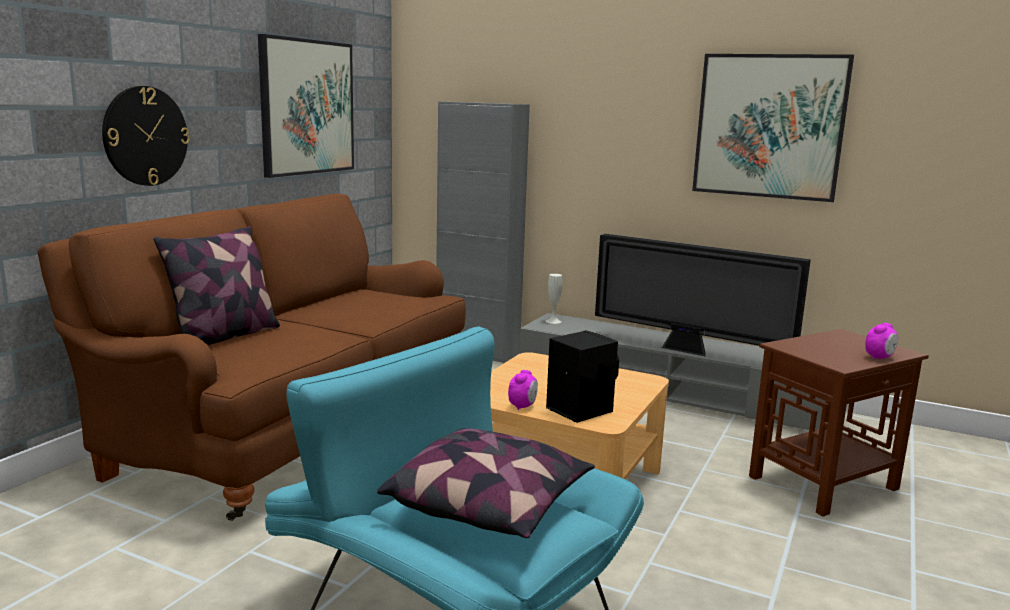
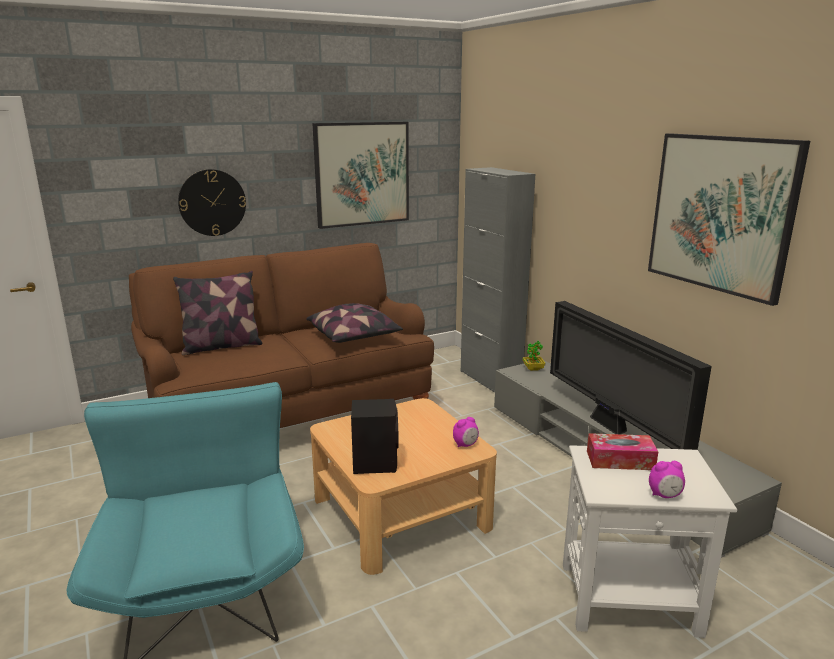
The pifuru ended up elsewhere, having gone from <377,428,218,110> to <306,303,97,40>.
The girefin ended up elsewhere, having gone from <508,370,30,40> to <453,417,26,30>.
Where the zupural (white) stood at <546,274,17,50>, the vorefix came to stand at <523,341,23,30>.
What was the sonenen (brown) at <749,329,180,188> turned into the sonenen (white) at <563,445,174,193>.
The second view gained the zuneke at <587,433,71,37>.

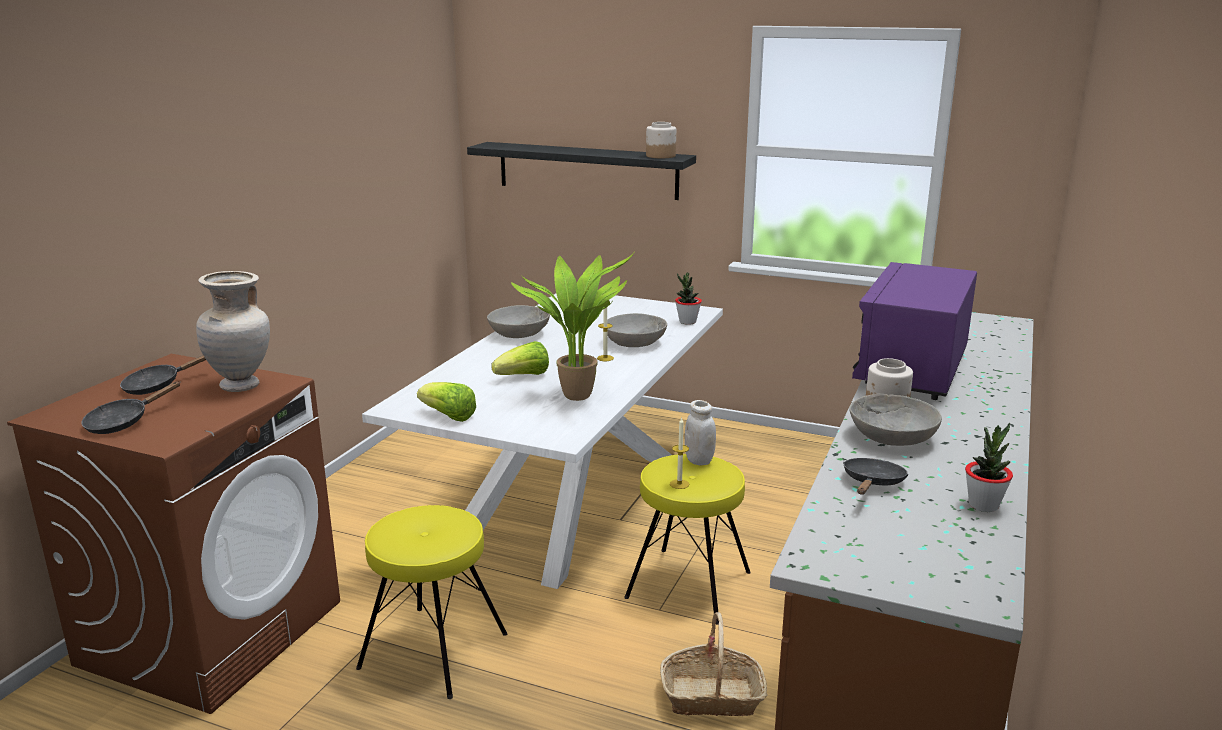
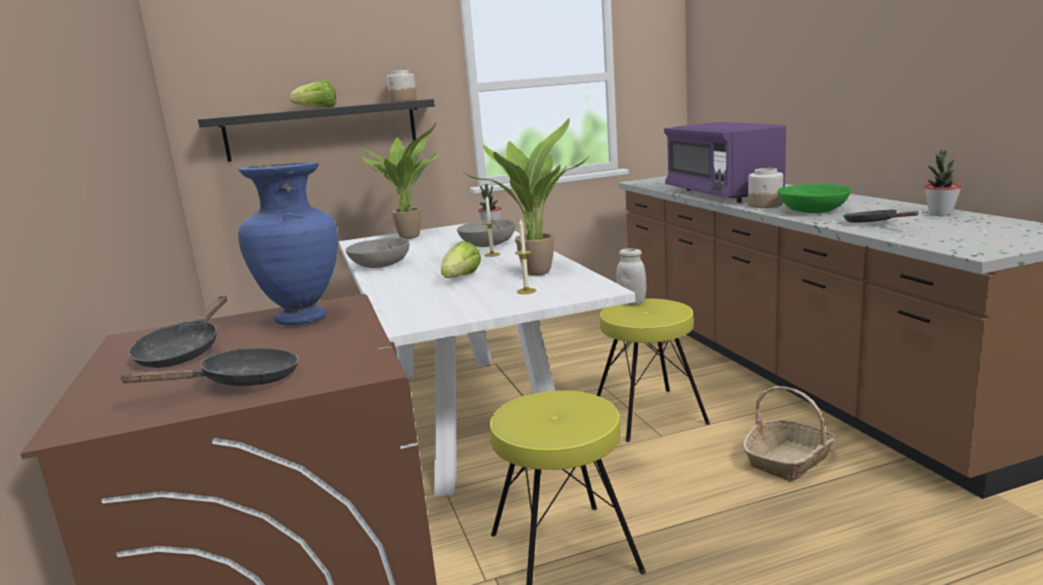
The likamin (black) at <81,381,99,53> ended up facing another way, 120 degrees counterclockwise from before.
What was the zupural (beige) at <196,271,74,121> turned into the zupural (blue) at <238,162,100,163>.
The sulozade ended up elsewhere, having gone from <417,382,59,40> to <290,80,46,28>.
The second view gained the vorefix at <357,122,84,117>.
The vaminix ended up elsewhere, having gone from <670,417,19,72> to <515,219,21,75>.
What was the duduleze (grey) at <849,393,93,53> turned into the duduleze (green) at <778,184,73,29>.

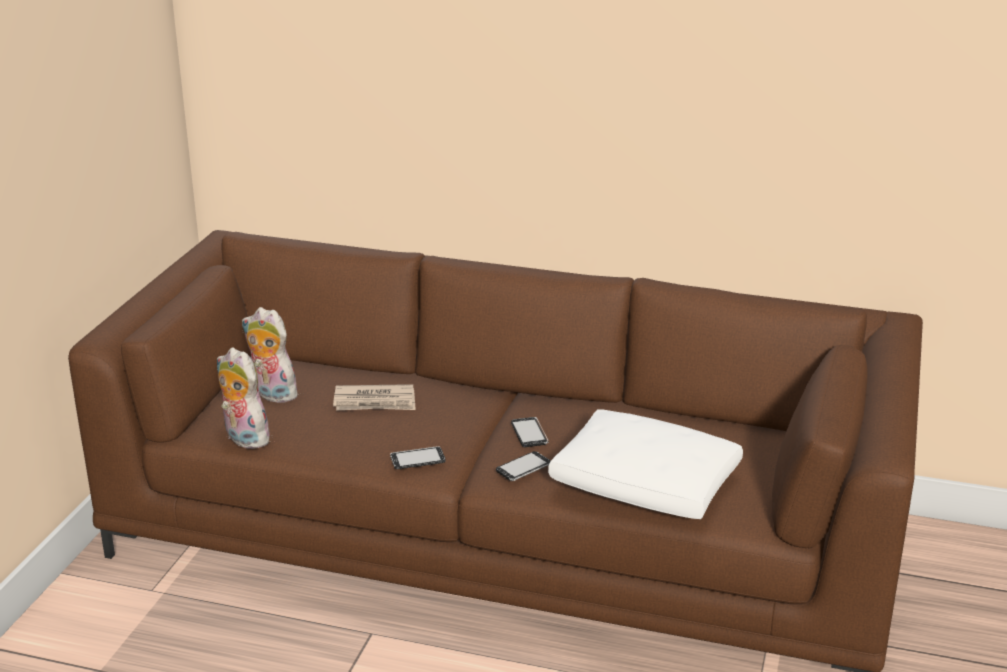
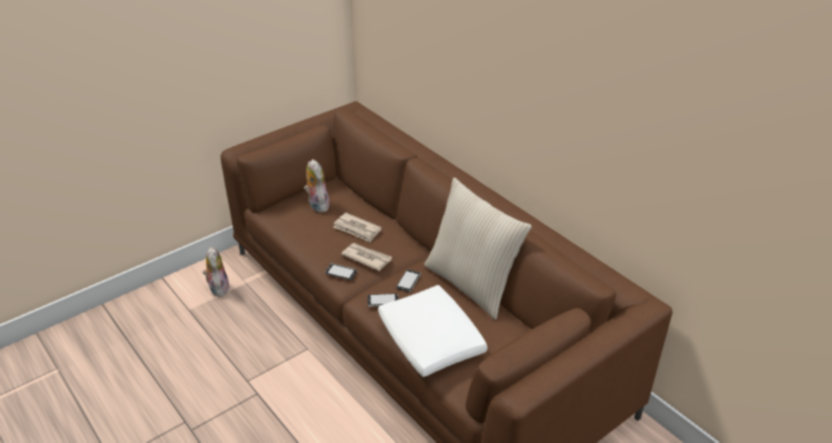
The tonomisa ended up elsewhere, having gone from <217,347,54,102> to <203,247,26,50>.
The second view gained the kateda at <341,243,51,28>.
The second view gained the pifuru (beige) at <424,178,108,142>.

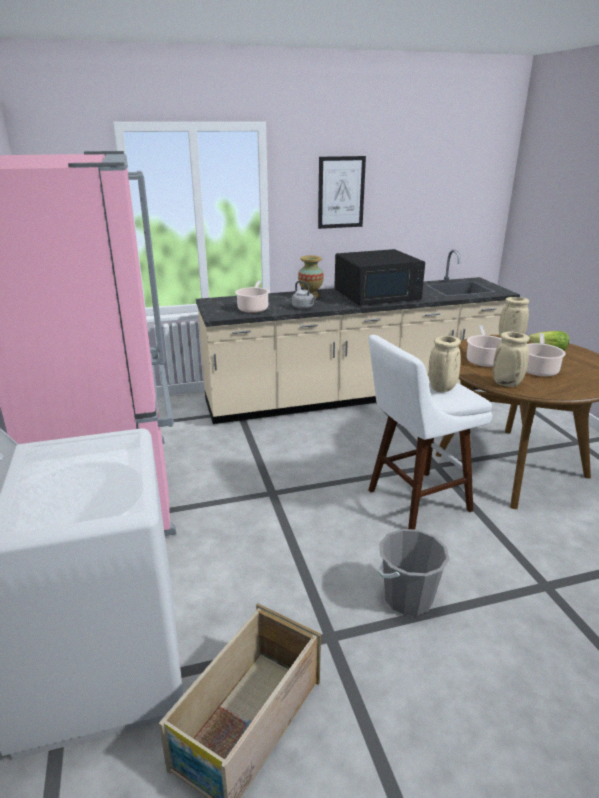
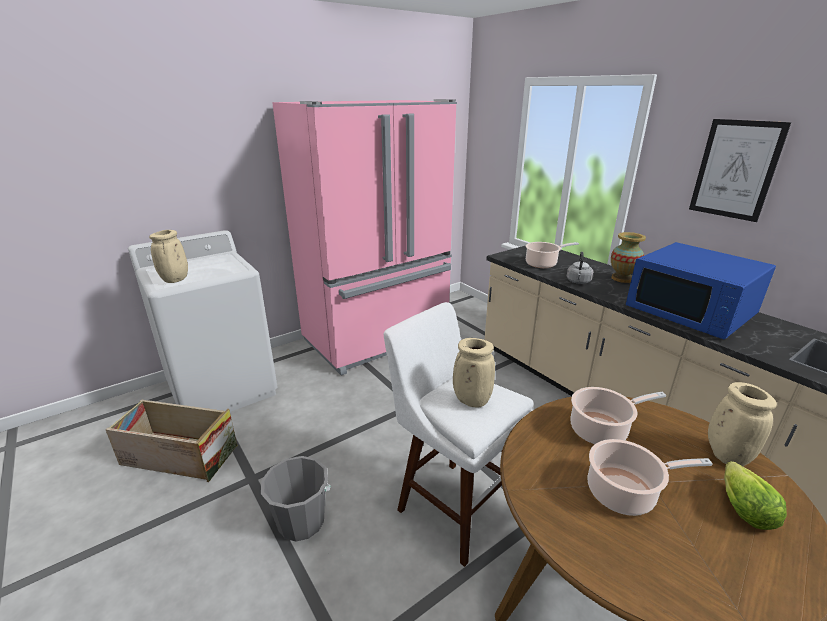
The zupural (beige) ended up elsewhere, having gone from <493,331,37,56> to <149,230,39,53>.
What was the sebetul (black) at <334,249,91,57> turned into the sebetul (blue) at <626,242,150,97>.

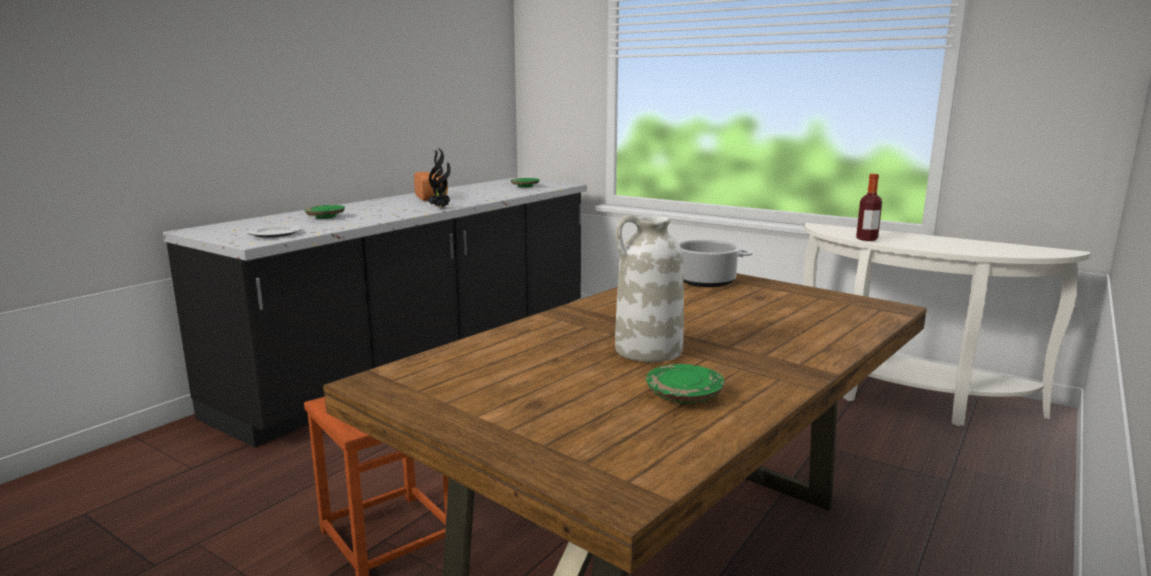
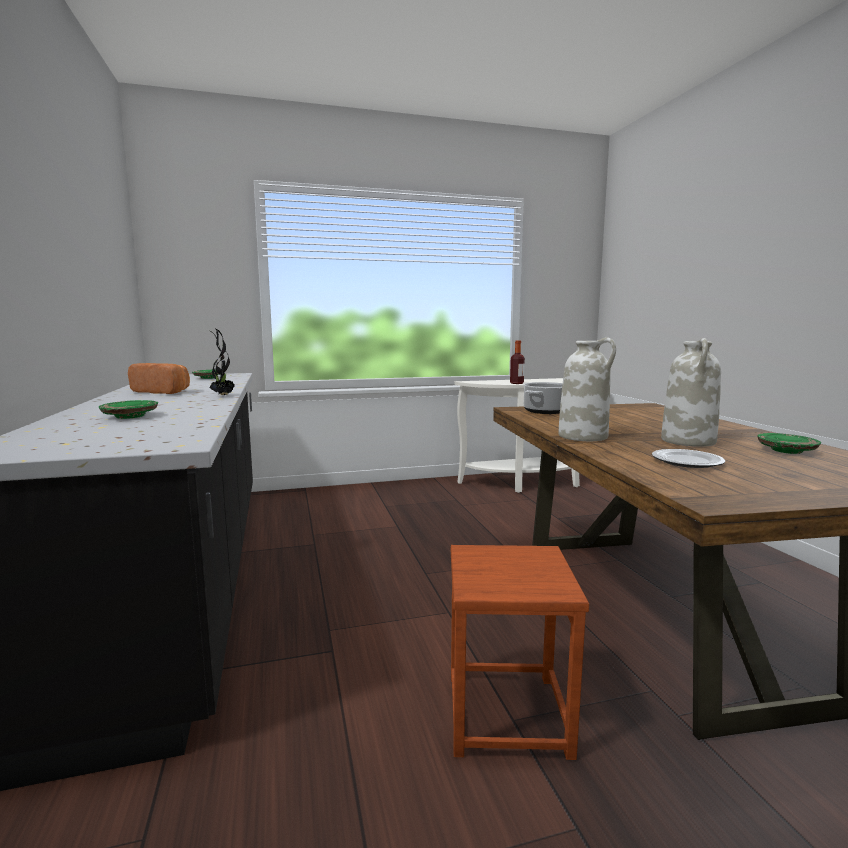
The second view gained the zupural (white) at <558,337,58,104>.
The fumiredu ended up elsewhere, having gone from <247,225,54,13> to <652,449,73,19>.

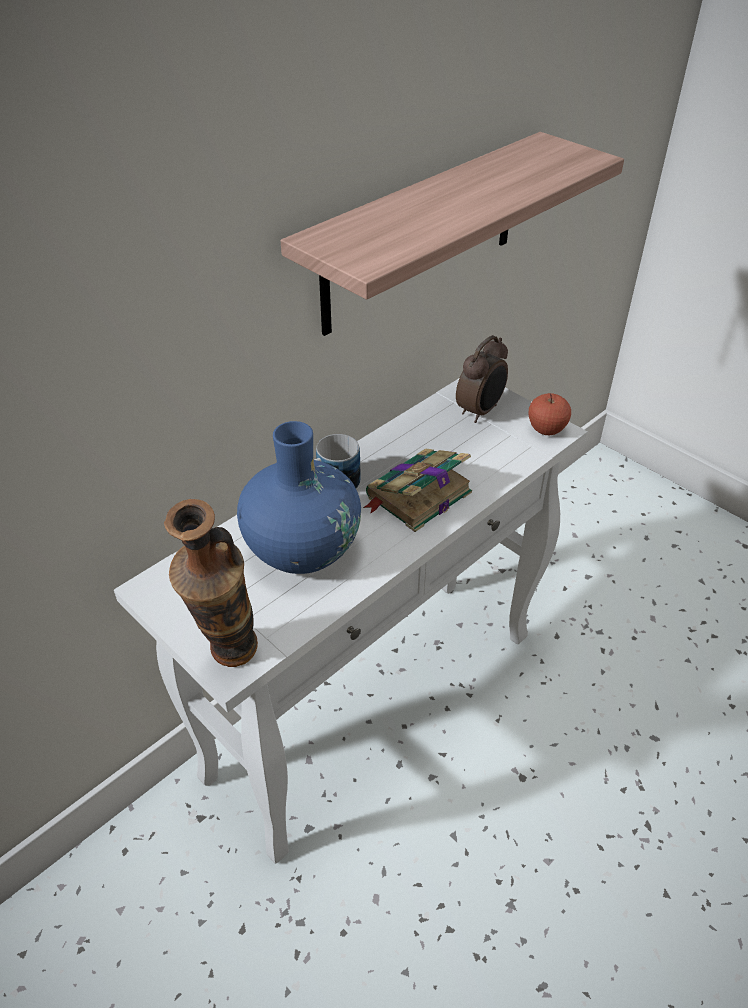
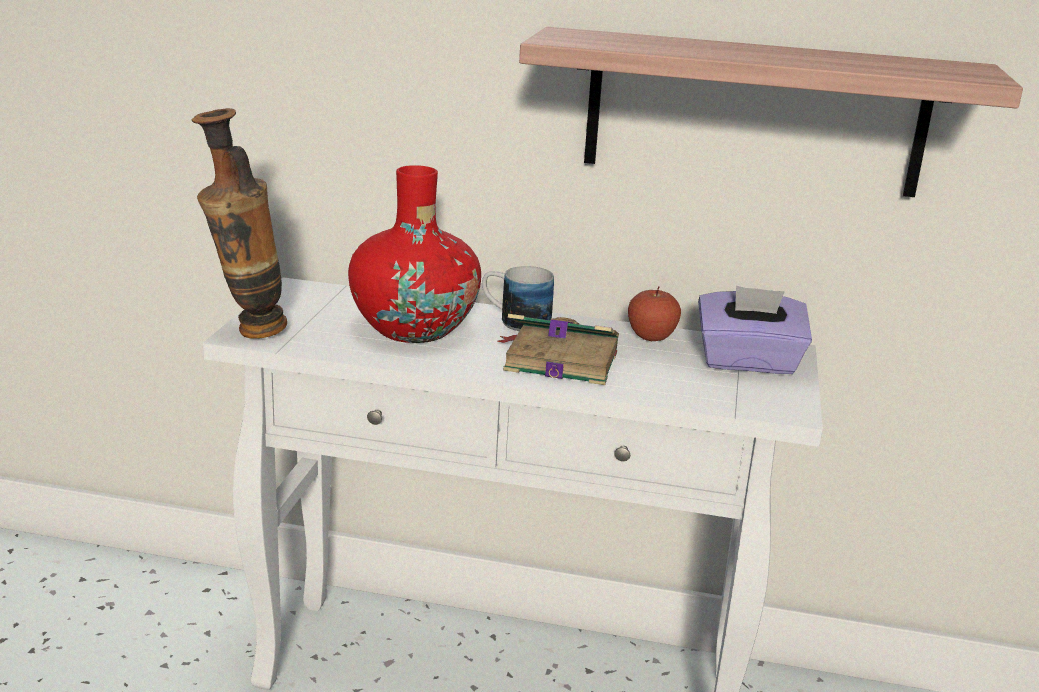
What was the zupural (blue) at <237,421,124,153> turned into the zupural (red) at <348,165,133,178>.
The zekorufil ended up elsewhere, having gone from <529,393,42,42> to <628,286,53,55>.
Where the girefin stood at <456,335,52,88>, the zuneke (purple) came to stand at <698,286,114,88>.

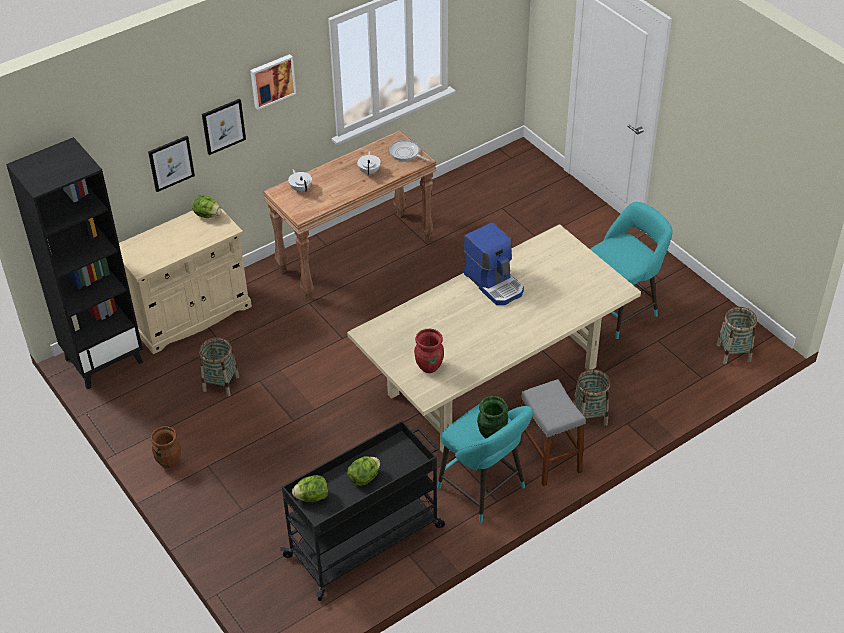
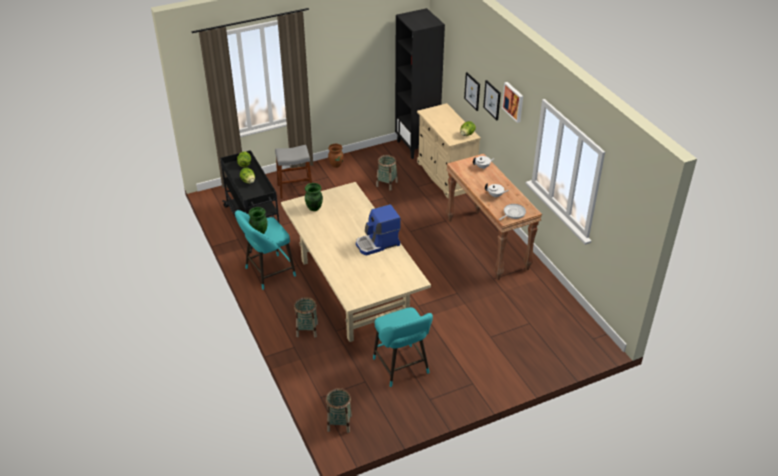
The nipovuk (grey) ended up elsewhere, having gone from <517,379,69,107> to <275,145,37,54>.
What was the zupural (red) at <414,328,30,45> turned into the zupural (green) at <305,183,18,28>.

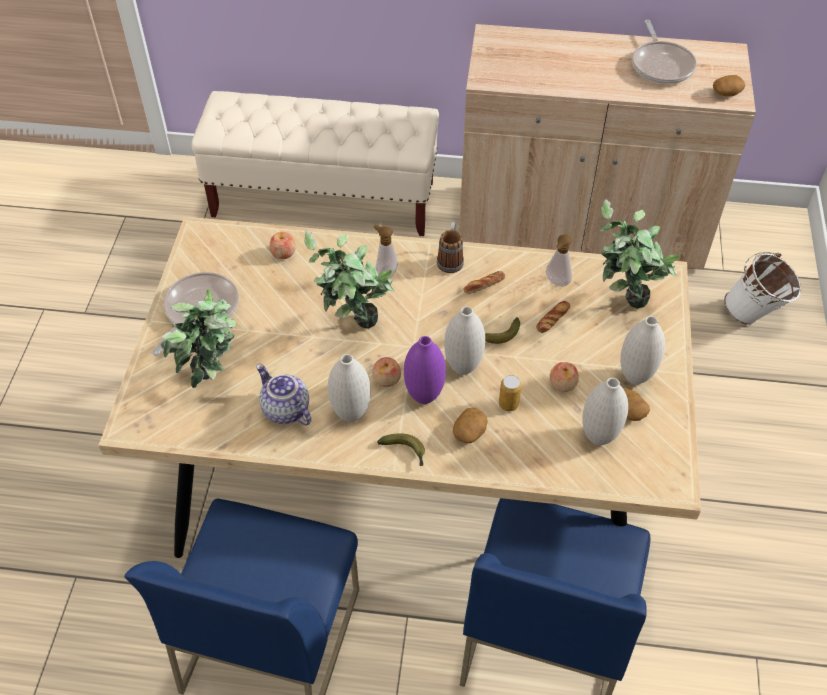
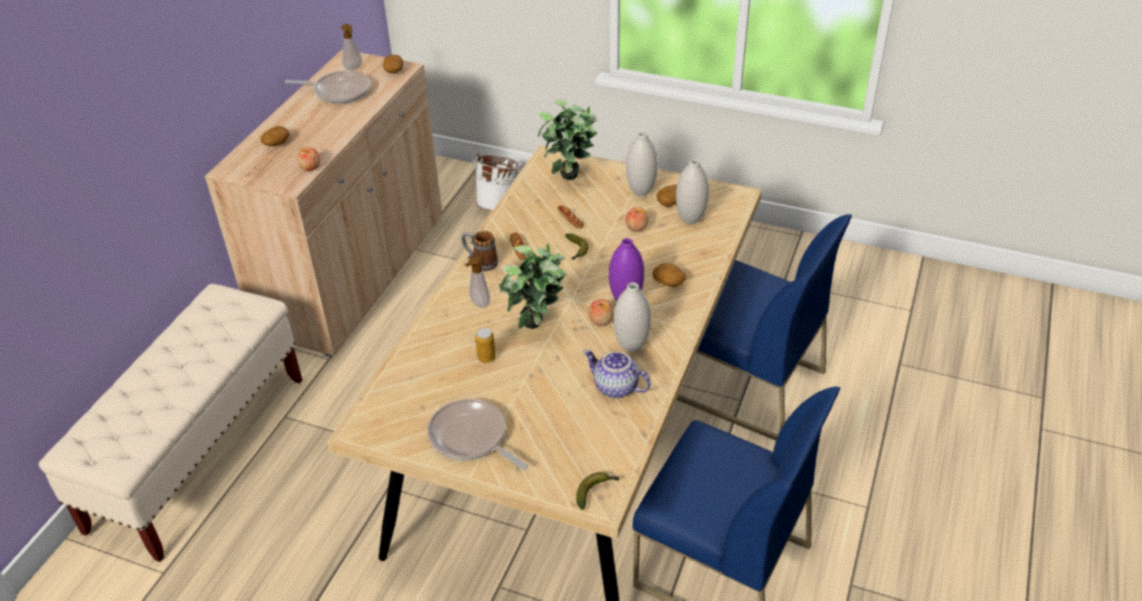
The second view gained the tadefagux at <261,126,29,20>.
The zekorufil ended up elsewhere, having gone from <269,232,27,27> to <297,147,23,24>.
The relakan ended up elsewhere, having gone from <546,235,26,52> to <341,24,21,46>.
The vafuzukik ended up elsewhere, having gone from <499,375,23,36> to <475,328,21,35>.
The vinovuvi ended up elsewhere, having gone from <377,433,48,33> to <576,472,44,38>.
The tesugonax at <256,364,55,62> ended up facing another way, 60 degrees clockwise from before.
The second view lost the vorefix at <160,288,77,100>.
The second view lost the zupural (white) at <444,306,41,69>.

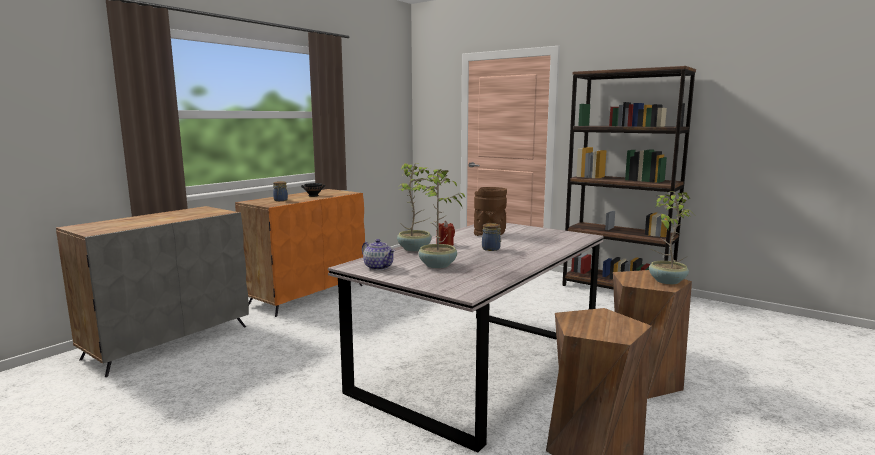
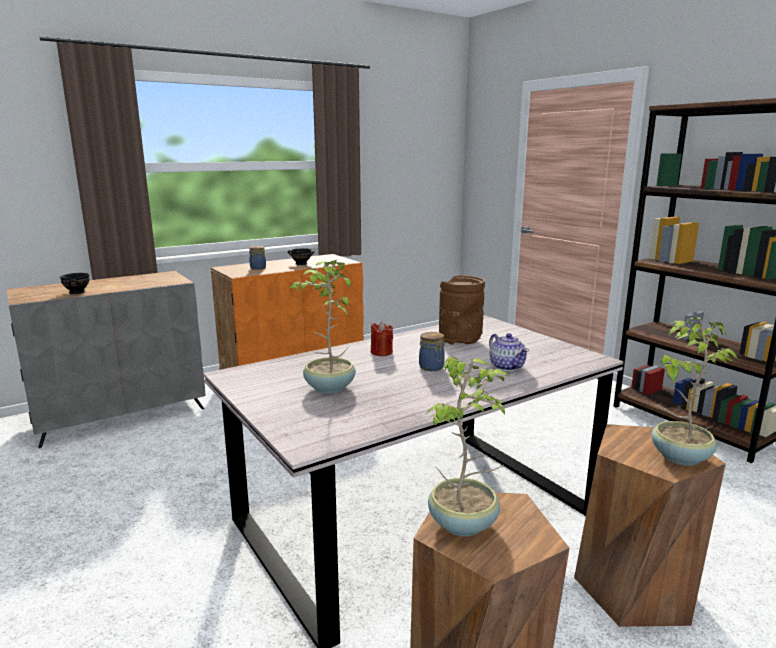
The second view gained the duduleze (black) at <60,273,30,21>.
The vorefix ended up elsewhere, having gone from <397,163,35,88> to <427,356,83,181>.
The tesugonax ended up elsewhere, having gone from <362,239,33,31> to <489,333,40,38>.

